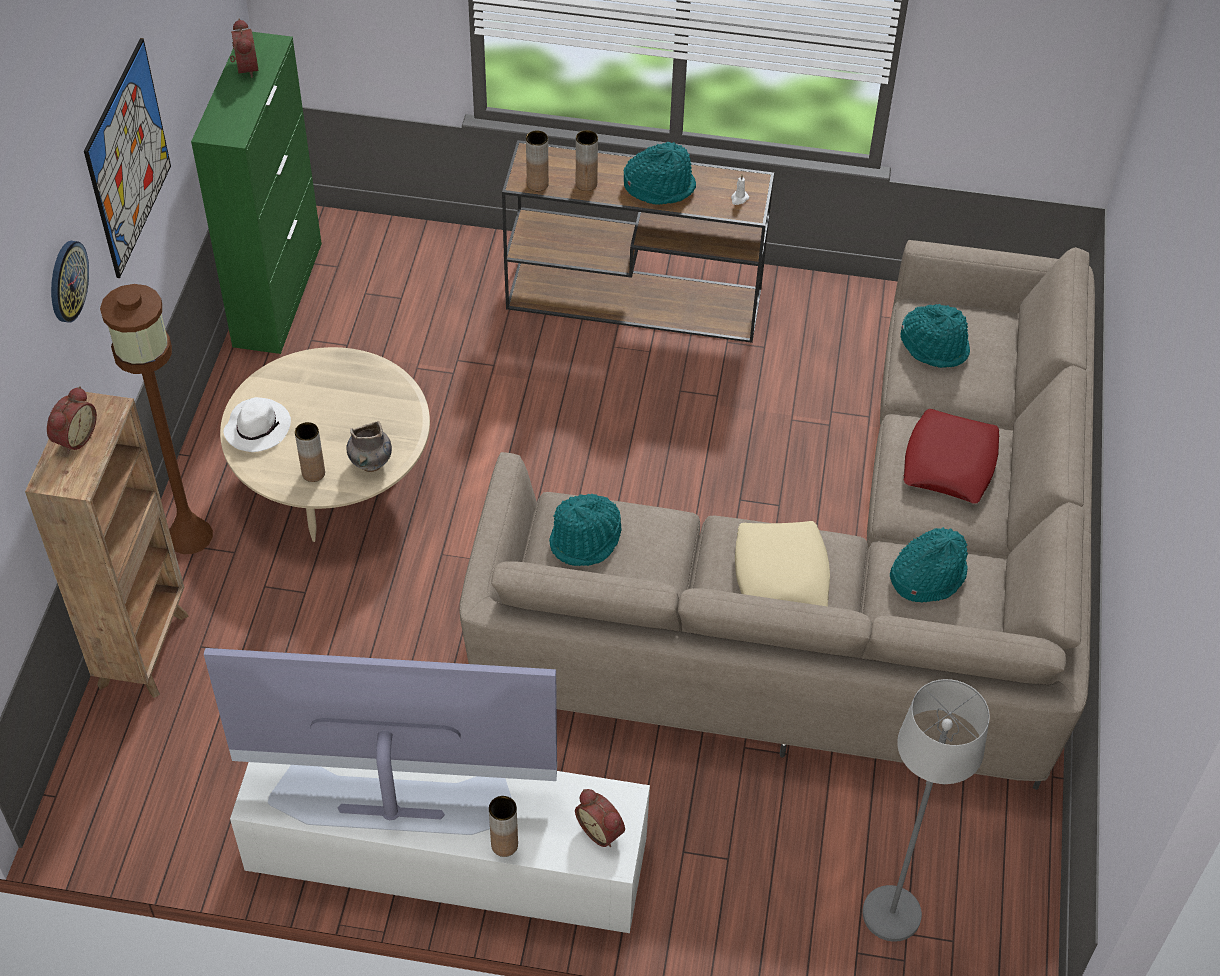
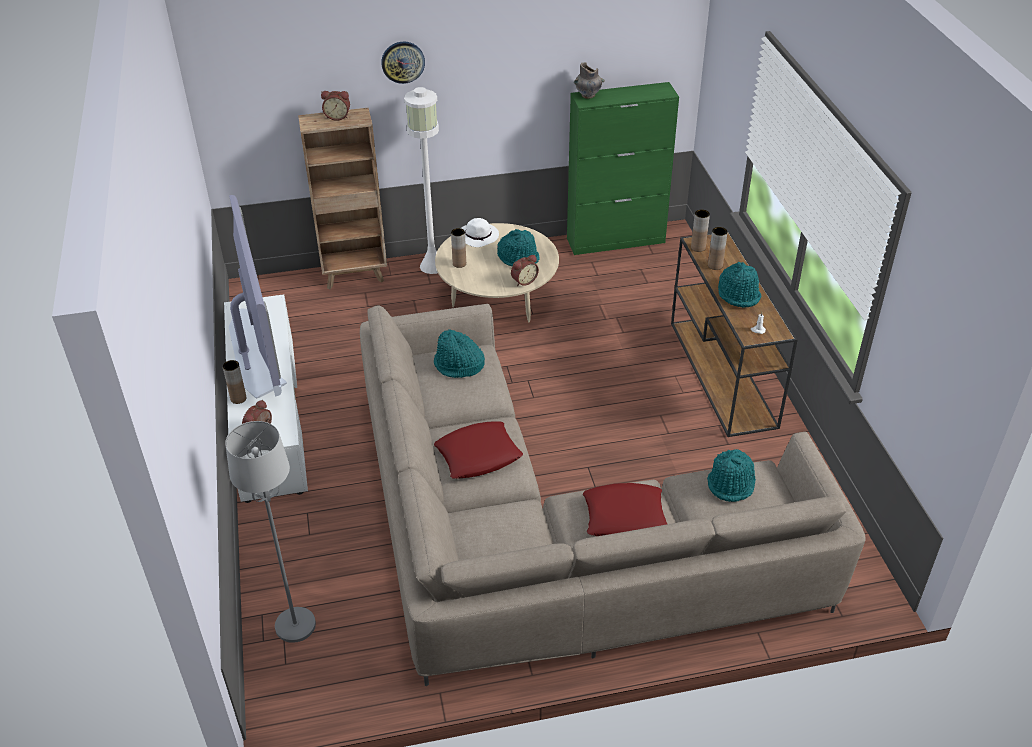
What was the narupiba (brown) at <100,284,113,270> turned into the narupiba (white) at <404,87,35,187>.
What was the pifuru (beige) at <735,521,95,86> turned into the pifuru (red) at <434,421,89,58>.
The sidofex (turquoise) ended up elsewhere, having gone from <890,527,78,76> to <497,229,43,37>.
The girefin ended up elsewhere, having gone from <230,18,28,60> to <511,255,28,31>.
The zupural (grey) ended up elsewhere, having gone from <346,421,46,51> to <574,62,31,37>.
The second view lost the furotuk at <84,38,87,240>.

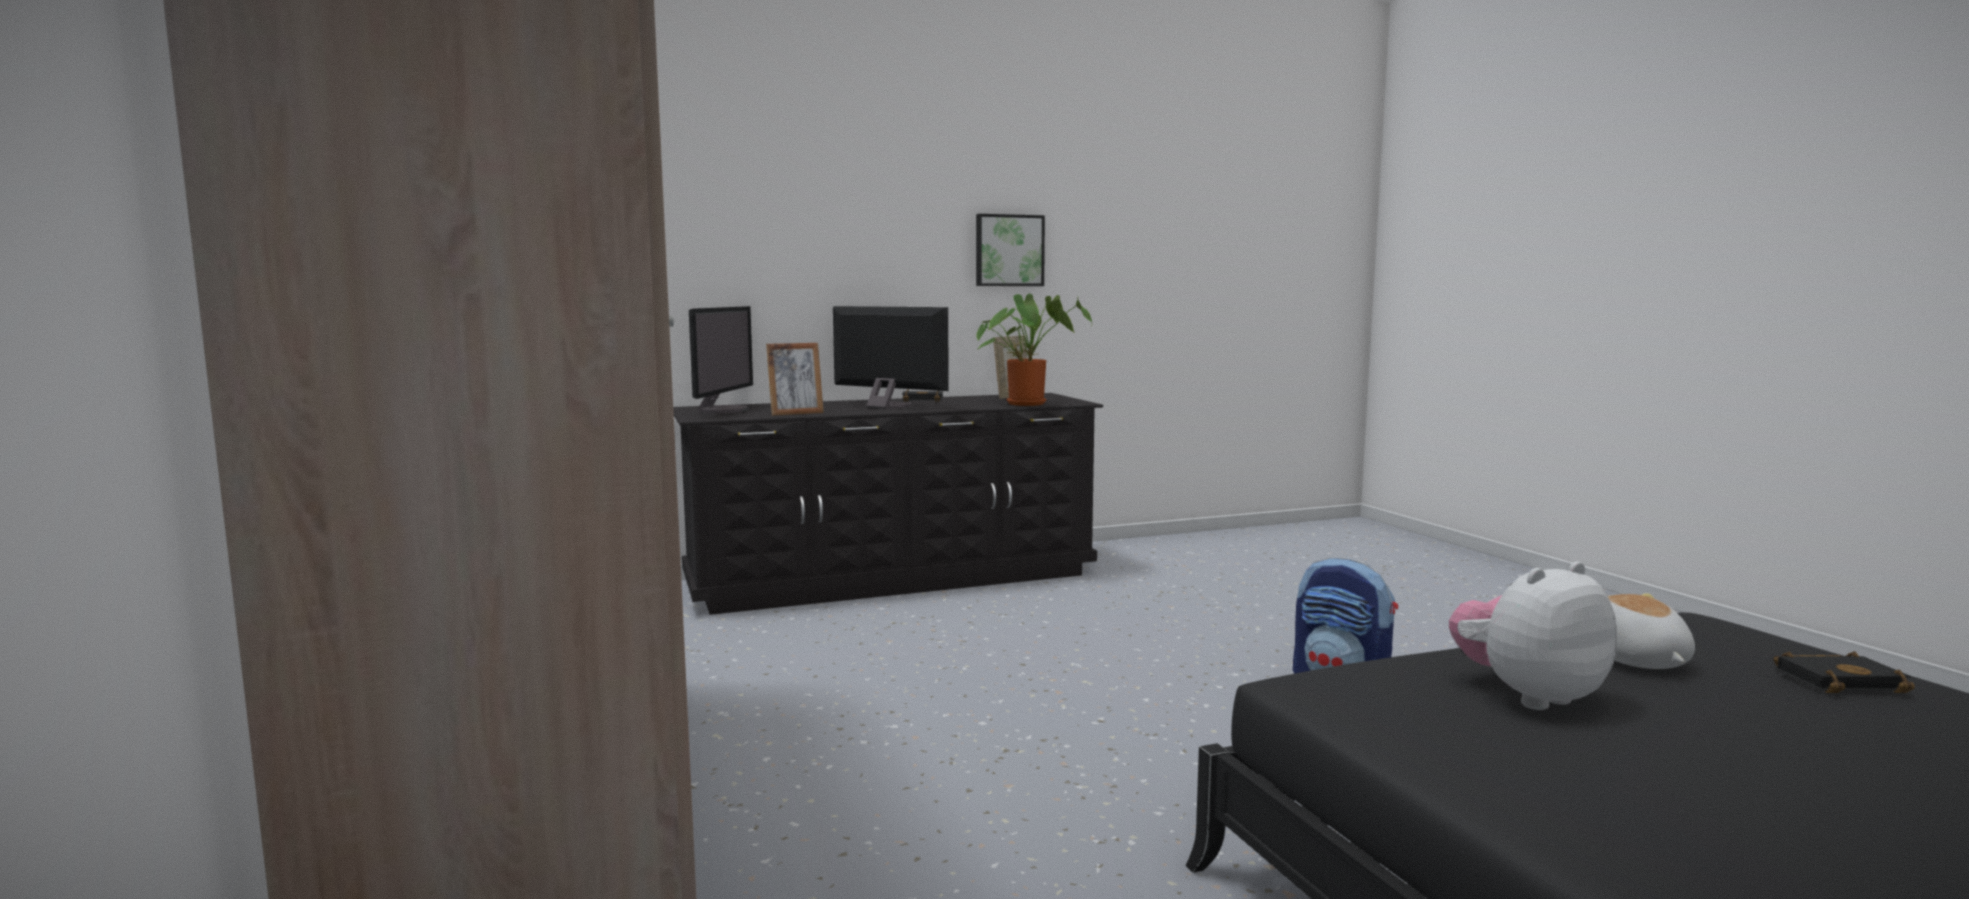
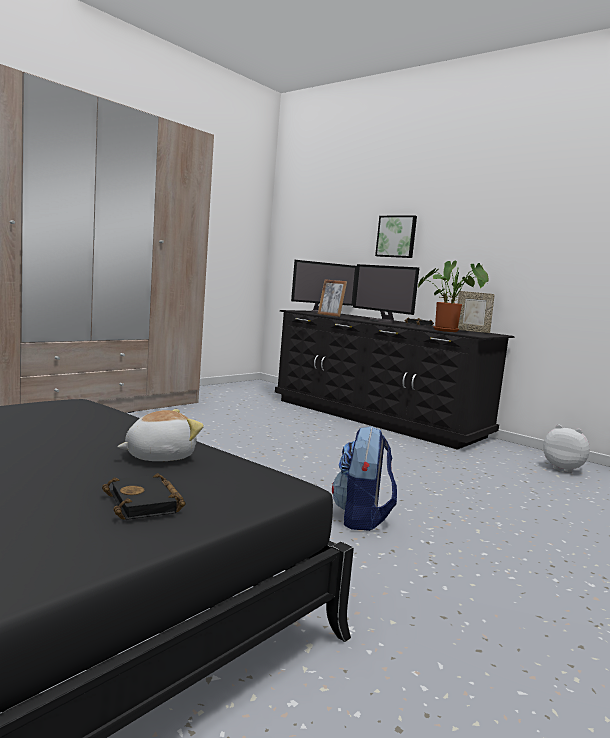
The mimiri at <833,306,116,103> ended up facing another way, 135 degrees clockwise from before.
The furotuk ended up elsewhere, having gone from <976,214,69,72> to <375,215,42,43>.
The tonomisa ended up elsewhere, having gone from <1449,561,168,149> to <543,425,47,48>.

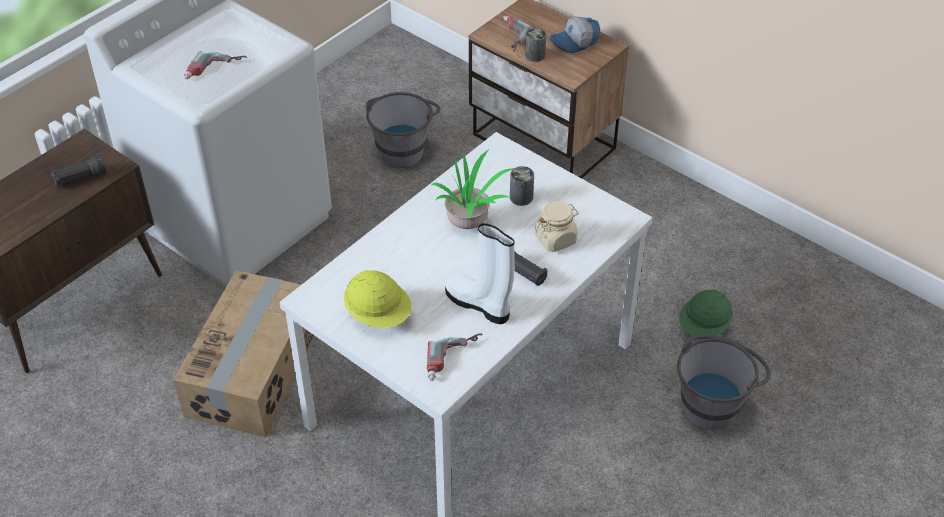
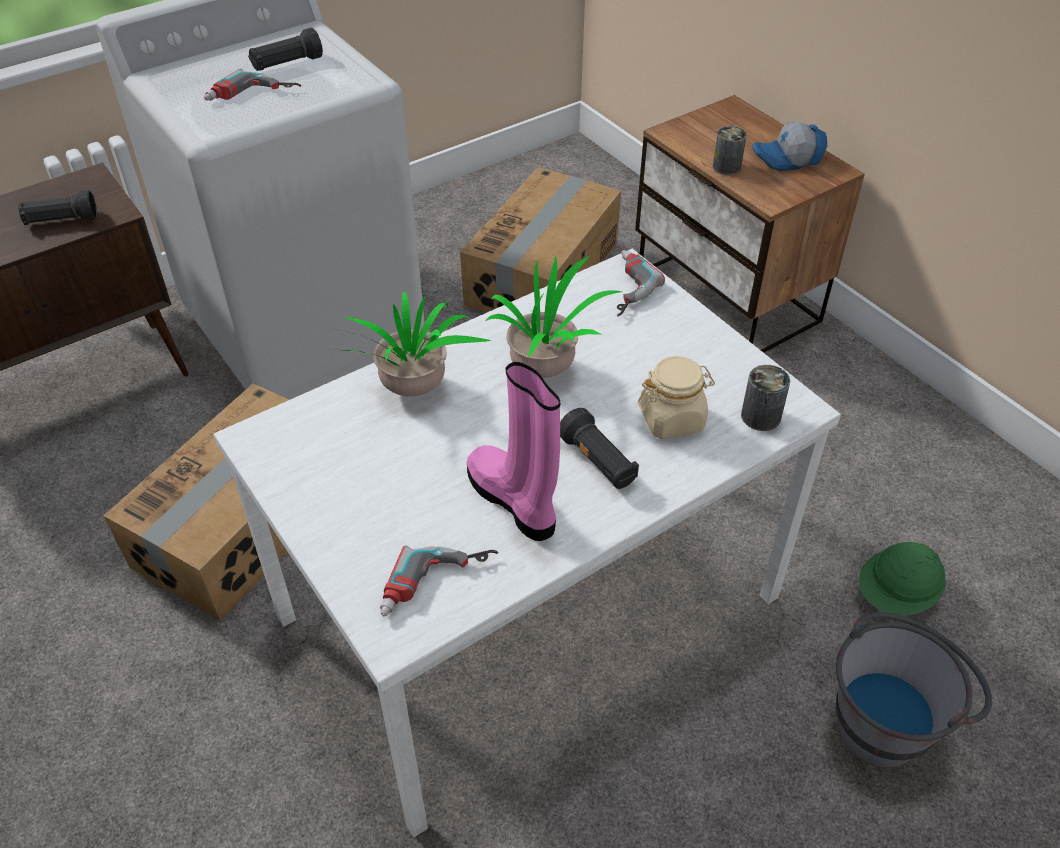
The second view gained the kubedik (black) at <248,28,75,43>.
The second view gained the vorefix at <334,292,158,105>.
Where the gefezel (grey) stood at <365,92,76,76>, the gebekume came to stand at <460,167,161,146>.
What was the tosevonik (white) at <445,223,70,101> turned into the tosevonik (pink) at <467,362,93,179>.
The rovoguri ended up elsewhere, having gone from <503,16,29,36> to <617,250,48,67>.
The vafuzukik ended up elsewhere, having gone from <510,166,24,40> to <741,365,49,66>.
The second view lost the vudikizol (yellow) at <344,270,67,58>.

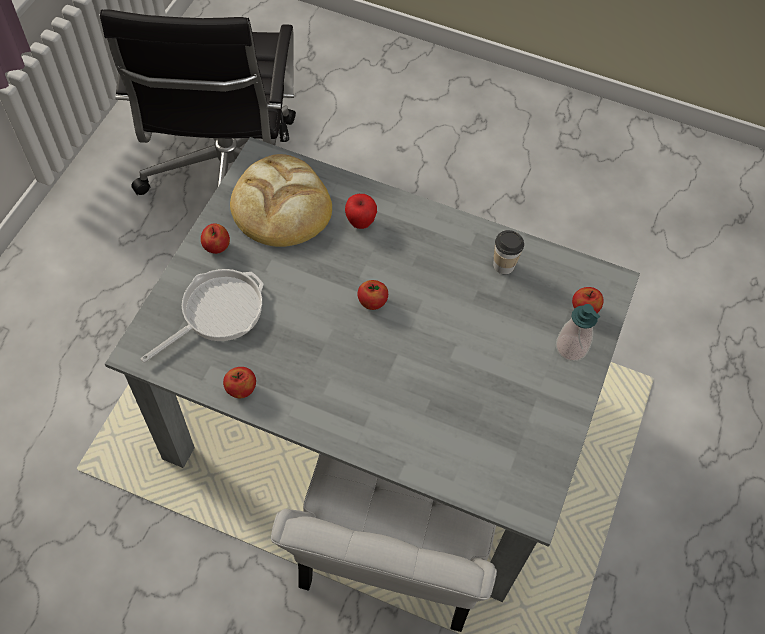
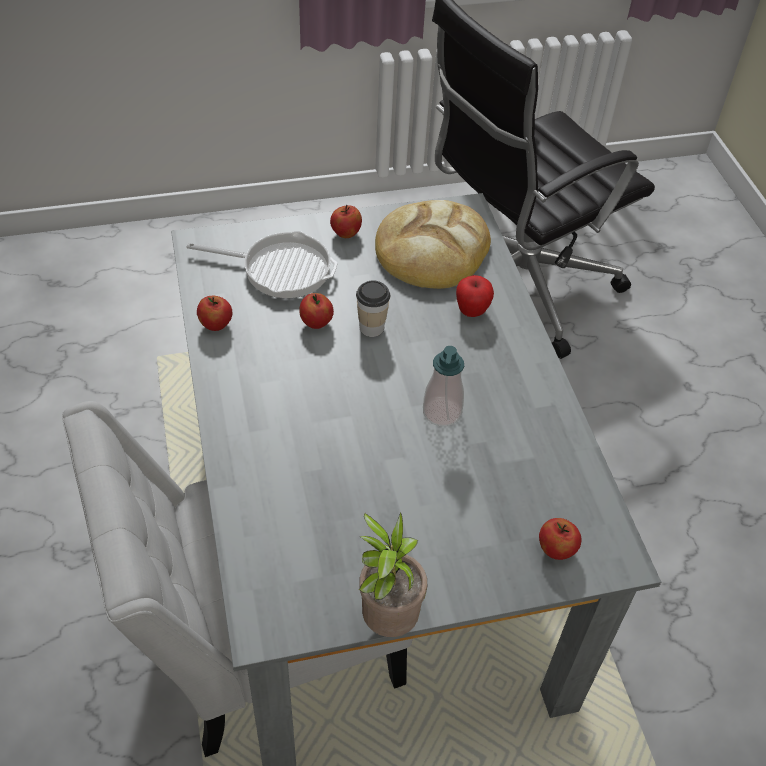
The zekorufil ended up elsewhere, having gone from <357,280,31,30> to <299,293,35,36>.
The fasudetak ended up elsewhere, having gone from <493,230,31,44> to <356,280,34,57>.
The second view gained the vorefix at <359,513,68,124>.
The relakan ended up elsewhere, having gone from <556,304,44,57> to <423,346,41,80>.

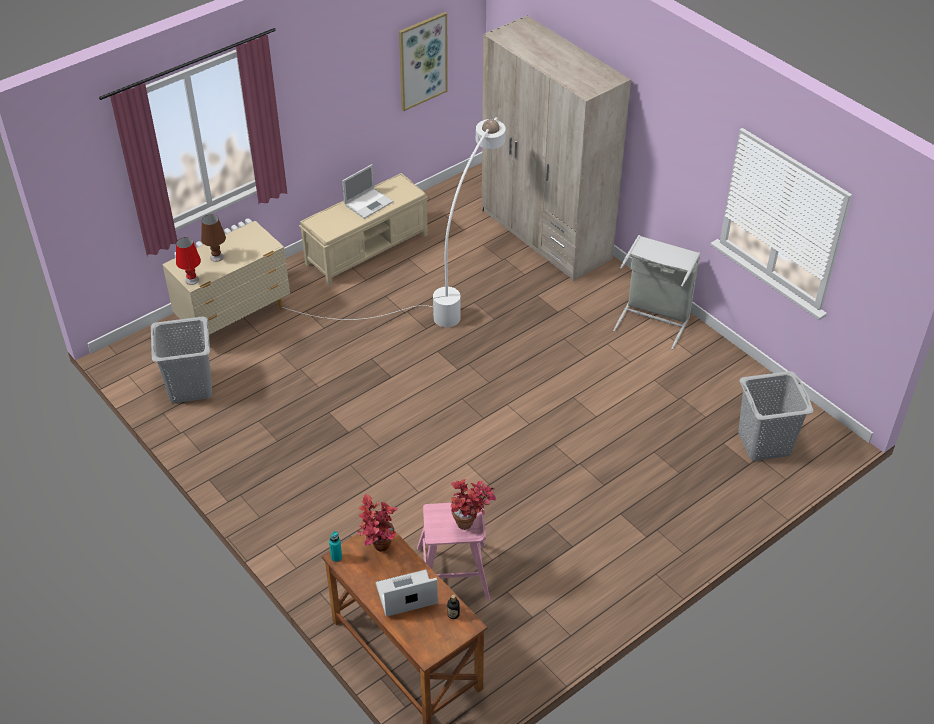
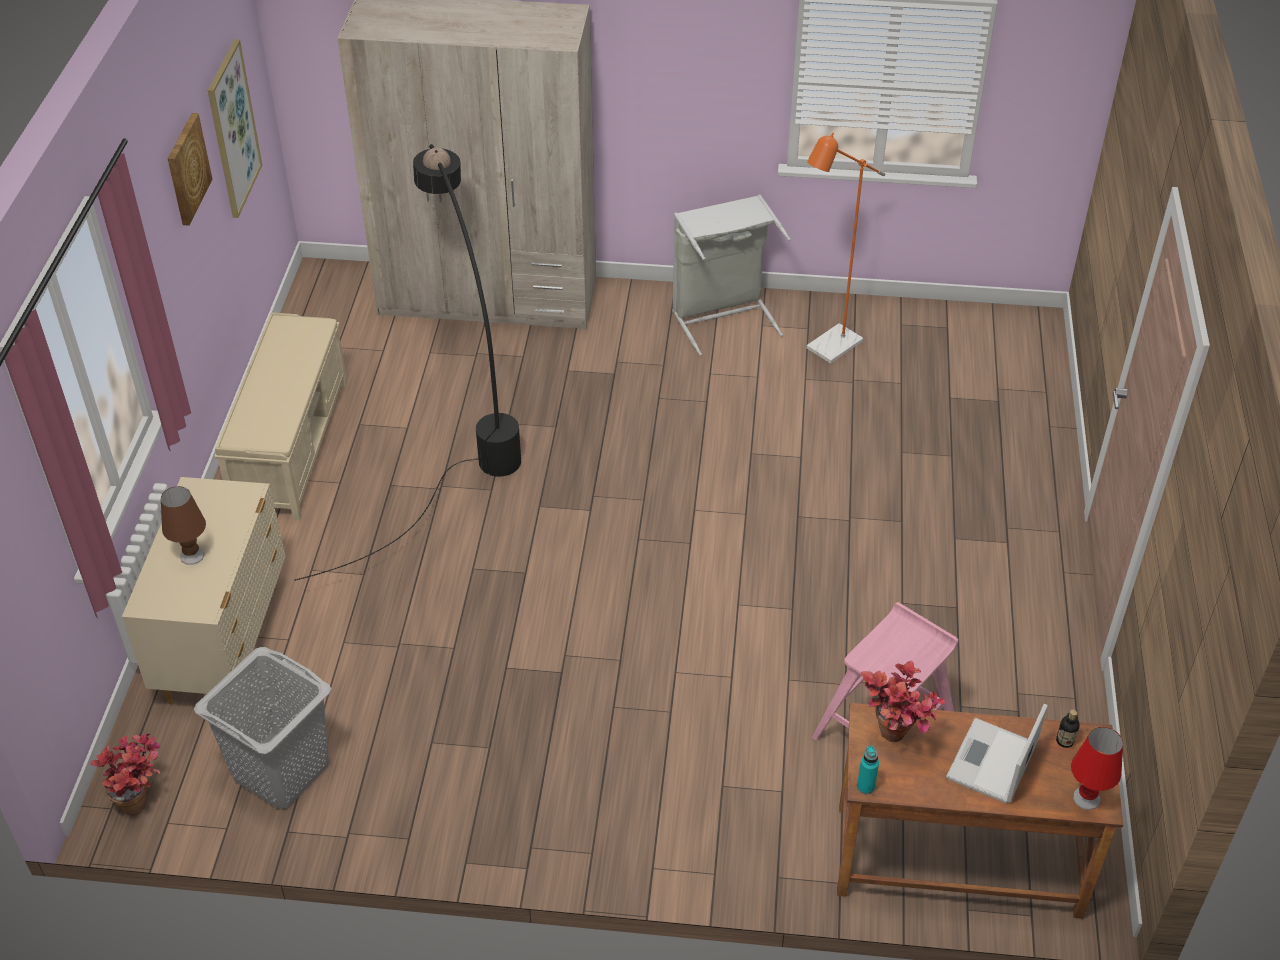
The vorefix ended up elsewhere, having gone from <451,479,45,51> to <90,734,70,81>.
The second view gained the furotuk at <167,113,45,113>.
What was the narupiba (white) at <282,117,224,210> turned into the narupiba (black) at <294,144,227,437>.
The second view gained the narupiba (orange) at <806,133,79,231>.
The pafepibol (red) ended up elsewhere, having gone from <176,237,25,48> to <1071,727,52,83>.
The second view lost the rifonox at <342,164,51,55>.
The second view lost the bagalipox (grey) at <738,371,75,90>.

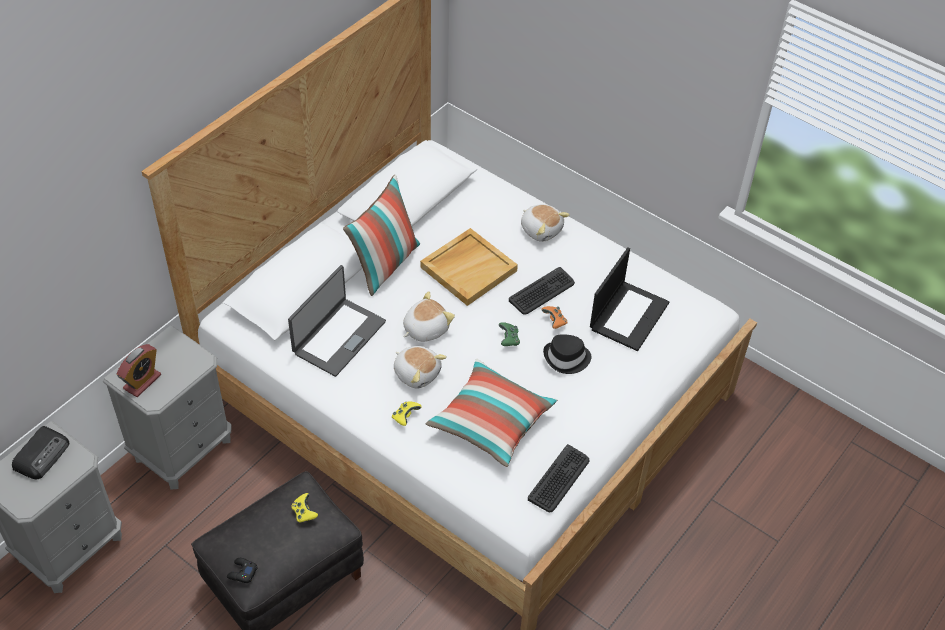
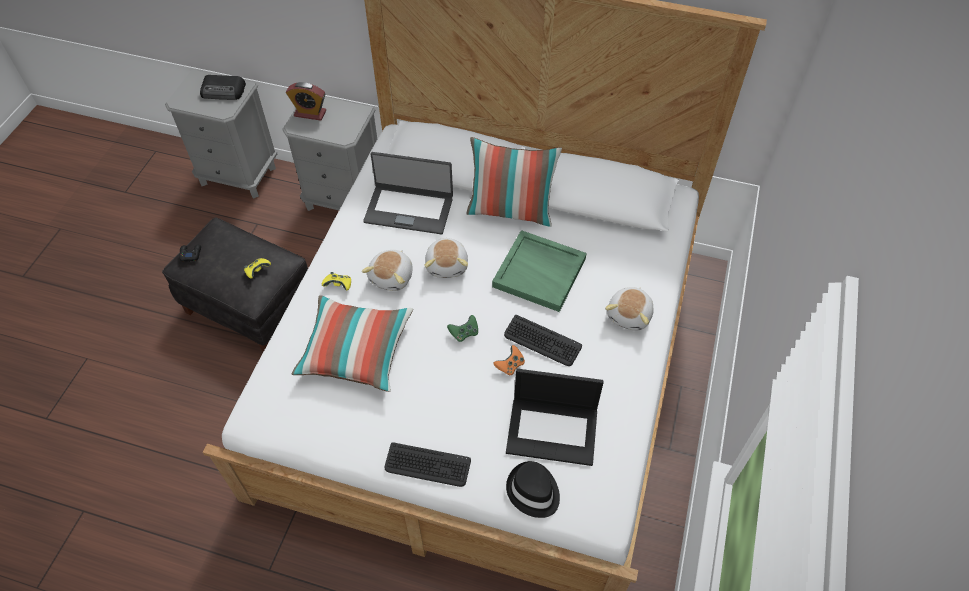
The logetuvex ended up elsewhere, having gone from <528,444,61,68> to <385,442,86,45>.
The tonomisa at <403,291,52,51> ended up facing another way, 60 degrees clockwise from before.
What was the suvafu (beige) at <420,228,98,78> turned into the suvafu (green) at <492,230,95,82>.
The sidofex (black) ended up elsewhere, having gone from <543,334,48,40> to <506,461,54,57>.

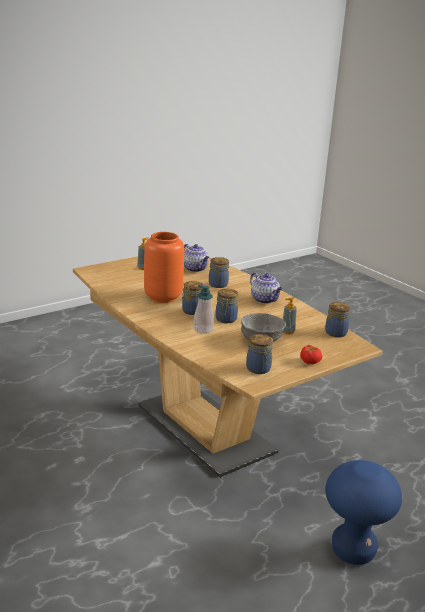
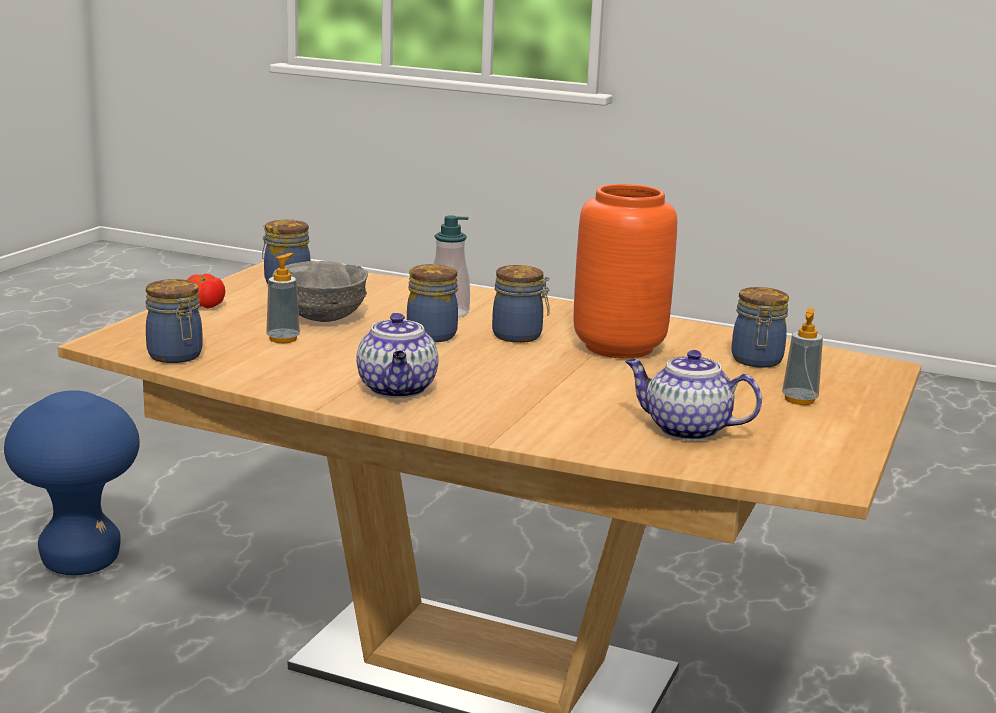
The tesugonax at <250,272,33,32> ended up facing another way, 120 degrees counterclockwise from before.
The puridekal ended up elsewhere, having gone from <209,257,20,31> to <731,287,58,81>.

